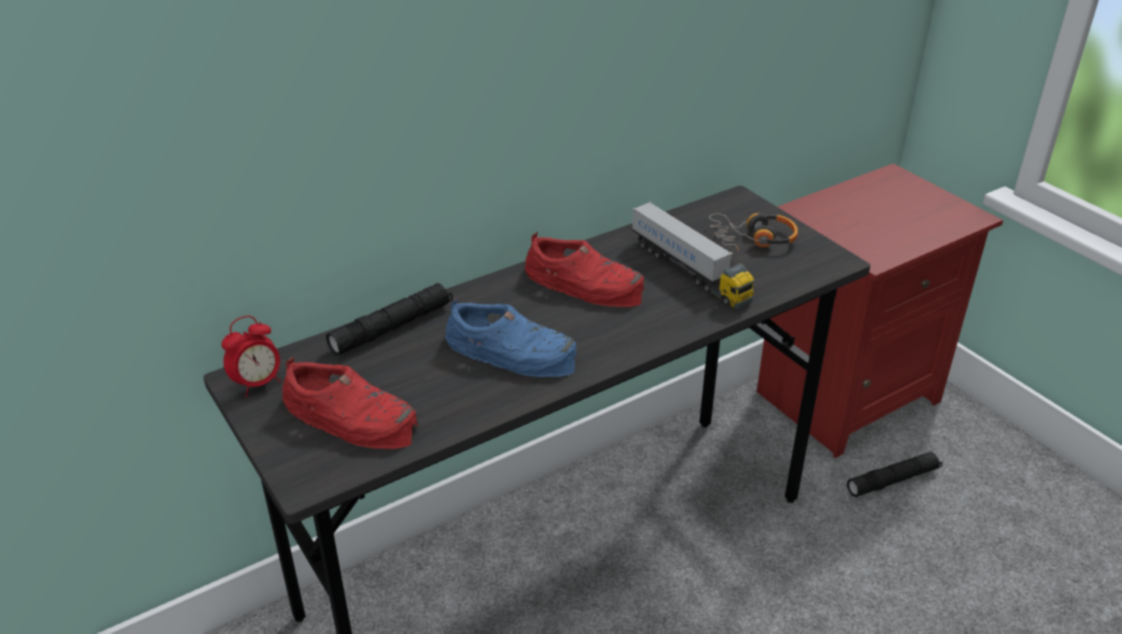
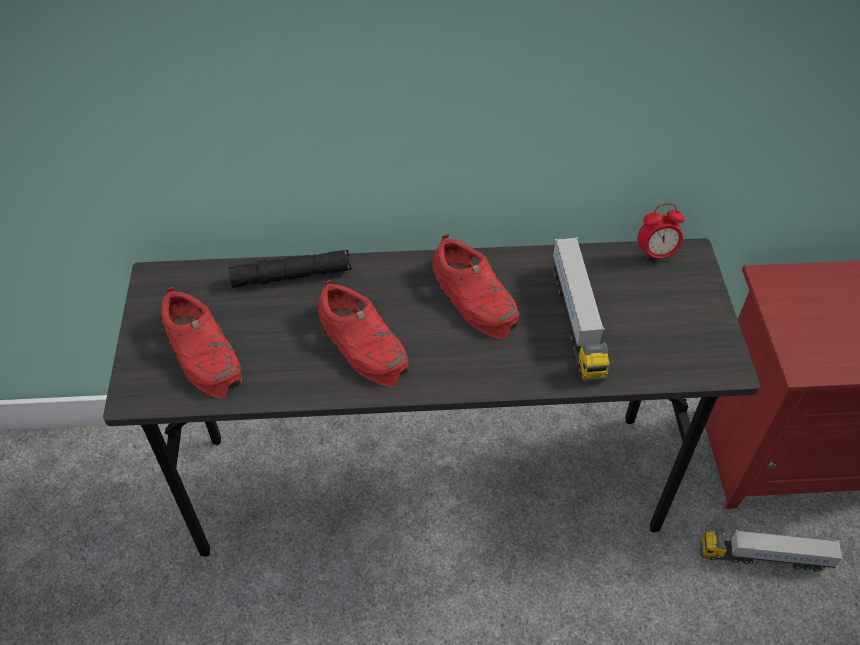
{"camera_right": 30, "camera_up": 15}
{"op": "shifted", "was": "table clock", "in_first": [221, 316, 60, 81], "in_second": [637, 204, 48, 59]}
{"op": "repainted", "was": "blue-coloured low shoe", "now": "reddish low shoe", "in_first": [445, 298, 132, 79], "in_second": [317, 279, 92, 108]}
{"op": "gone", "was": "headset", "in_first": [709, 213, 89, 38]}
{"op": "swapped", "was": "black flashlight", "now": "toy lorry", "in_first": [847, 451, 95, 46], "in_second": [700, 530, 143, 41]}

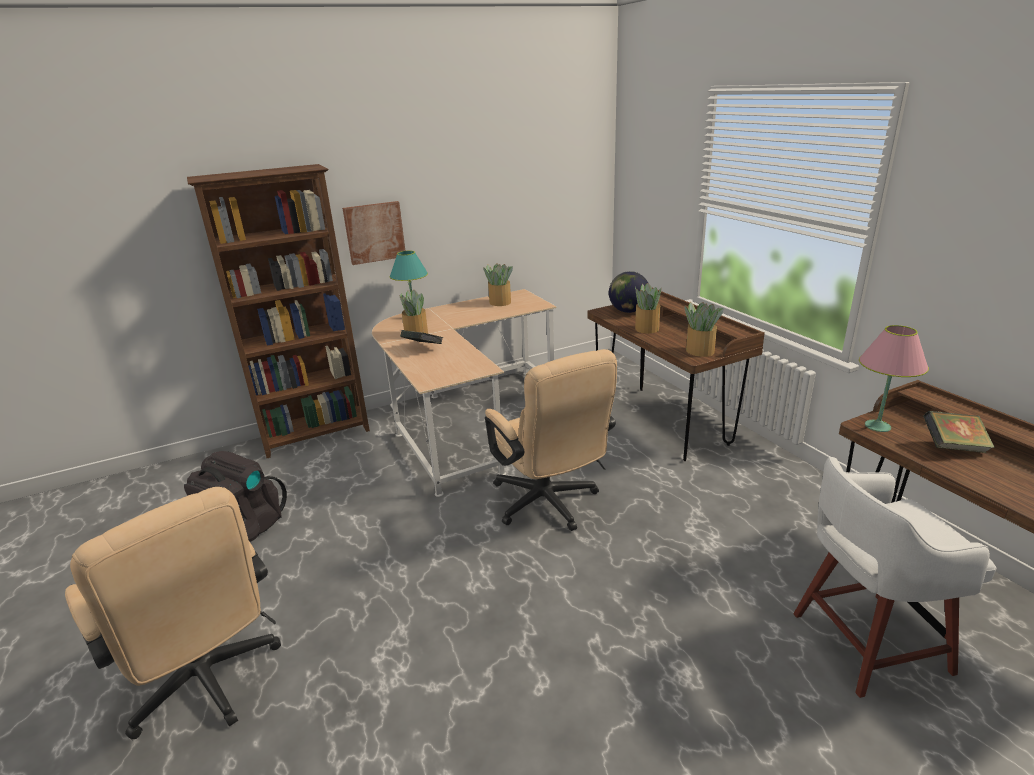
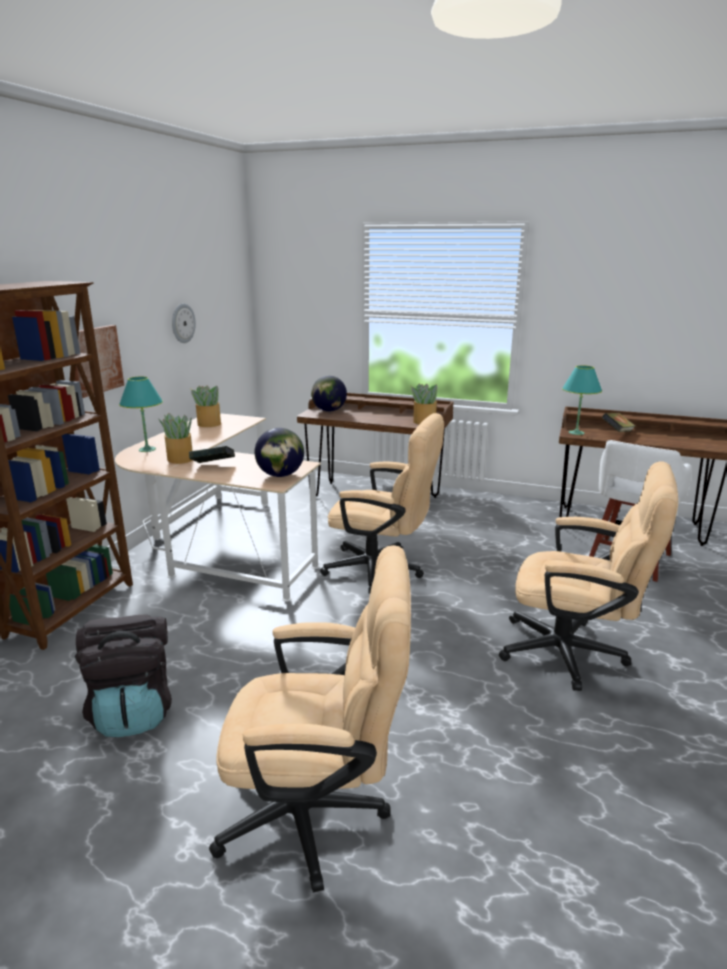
{"camera_right": -45, "camera_up": -5}
{"op": "gone", "was": "houseplant", "in_first": [635, 283, 26, 51]}
{"op": "repainted", "was": "pink-coloured tabletop lamp", "now": "turquoise tabletop lamp", "in_first": [859, 325, 70, 107], "in_second": [562, 365, 40, 70]}
{"op": "new", "now": "wall clock", "in_second": [172, 303, 24, 40]}
{"op": "new", "now": "desk globe", "in_second": [255, 428, 49, 49]}
{"op": "new", "now": "sand-coloured computer chair", "in_second": [499, 461, 179, 230]}

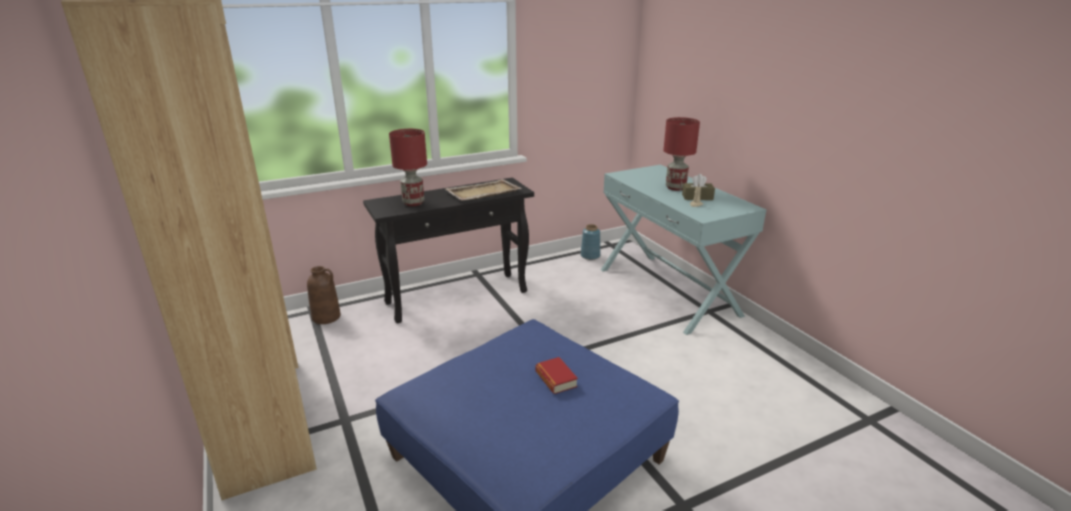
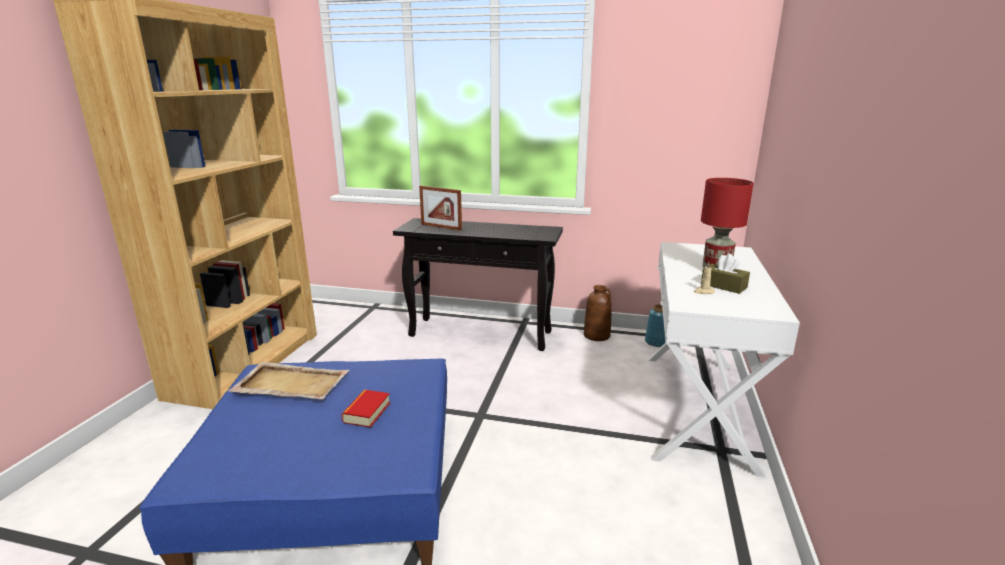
{"camera_right": 40, "camera_up": -5}
{"op": "shifted", "was": "brownish flower vase", "in_first": [307, 266, 34, 58], "in_second": [584, 285, 28, 56]}
{"op": "swapped", "was": "reddish tabletop lamp", "now": "standing frame", "in_first": [389, 129, 38, 77], "in_second": [419, 186, 43, 45]}
{"op": "shifted", "was": "sand-coloured tray", "in_first": [446, 179, 76, 22], "in_second": [228, 362, 121, 37]}
{"op": "repainted", "was": "turquoise console table", "now": "white-coloured console table", "in_first": [601, 165, 165, 170], "in_second": [649, 242, 151, 235]}

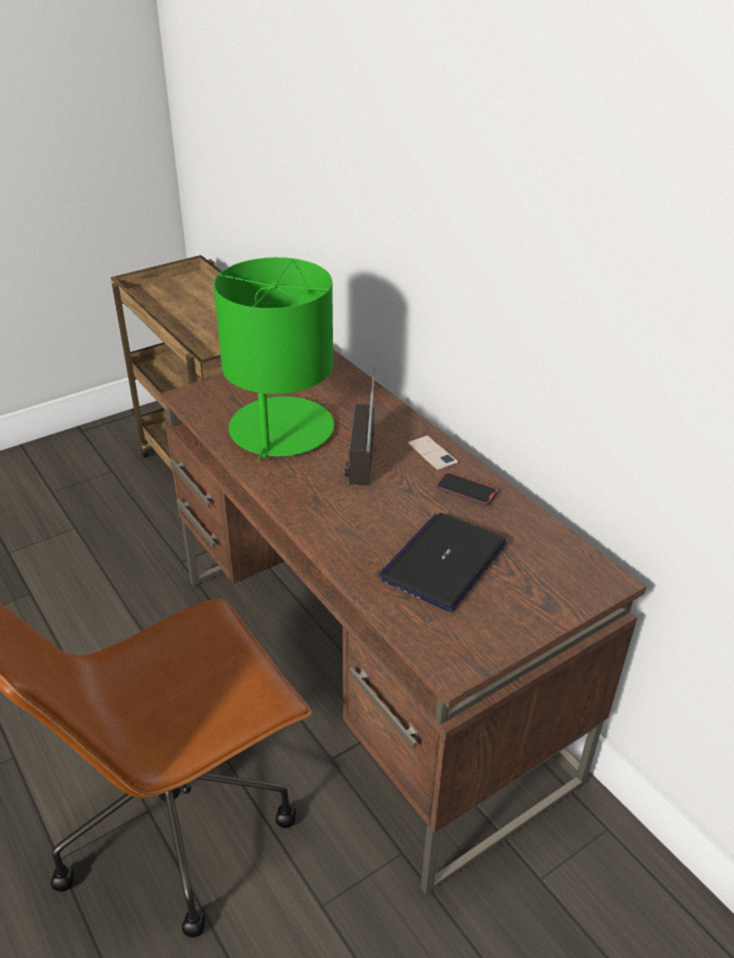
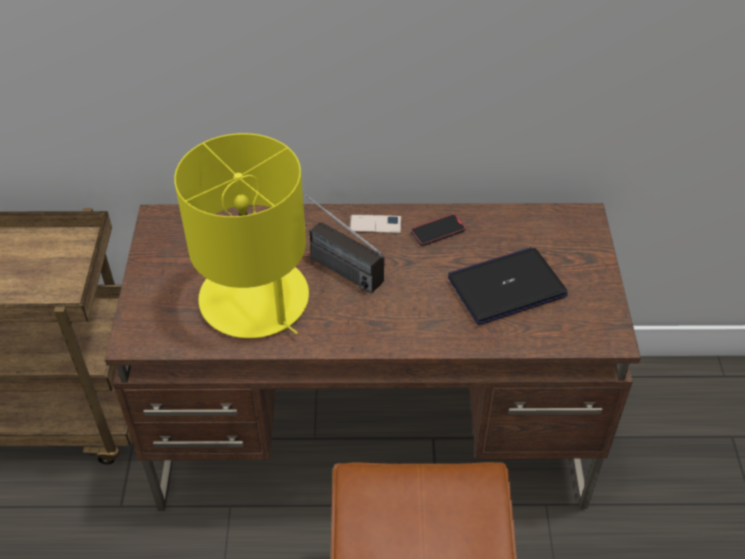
{"camera_right": -55, "camera_up": 10}
{"op": "repainted", "was": "green tabletop lamp", "now": "yellow tabletop lamp", "in_first": [214, 257, 120, 204], "in_second": [174, 133, 135, 205]}
{"op": "rotated", "was": "portable computer", "in_first": [378, 513, 129, 99], "in_second": [448, 247, 120, 78], "clockwise": 90}

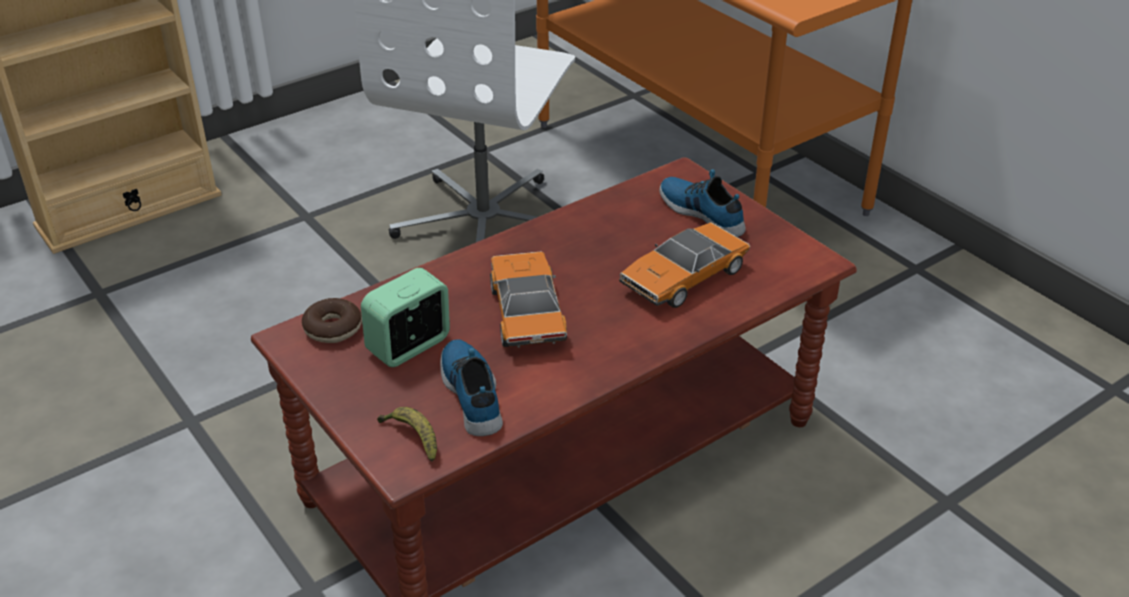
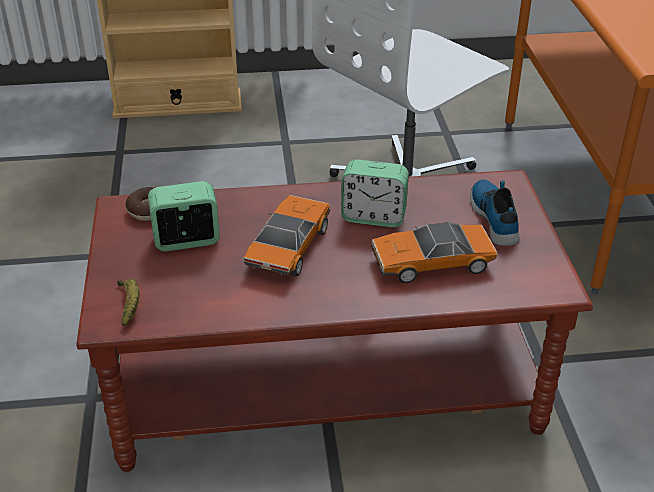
{"camera_right": 30, "camera_up": 0}
{"op": "gone", "was": "low shoe", "in_first": [440, 339, 63, 97]}
{"op": "new", "now": "table clock", "in_second": [341, 159, 68, 68]}

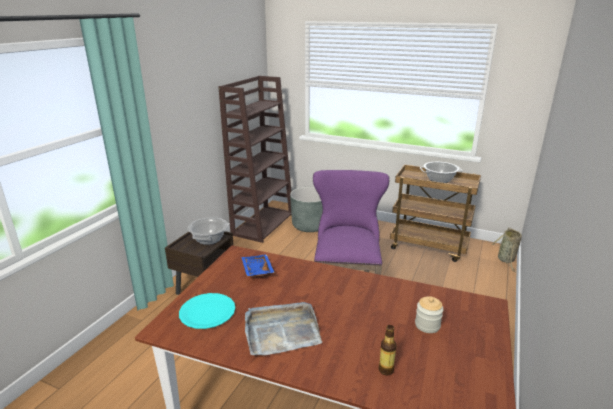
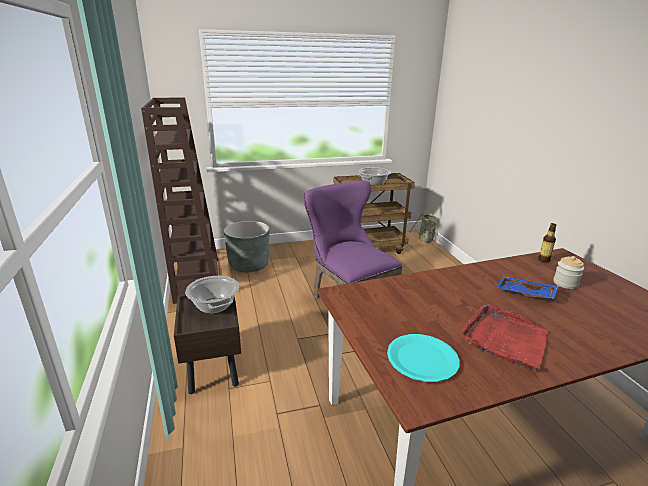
{"camera_right": -40, "camera_up": 0}
{"op": "shifted", "was": "blue-coloured tray", "in_first": [241, 254, 34, 23], "in_second": [496, 277, 63, 22]}
{"op": "repainted", "was": "gray tray", "now": "reddish tray", "in_first": [245, 302, 77, 53], "in_second": [459, 305, 89, 65]}
{"op": "shifted", "was": "beverage bottle", "in_first": [379, 325, 18, 50], "in_second": [538, 223, 18, 40]}

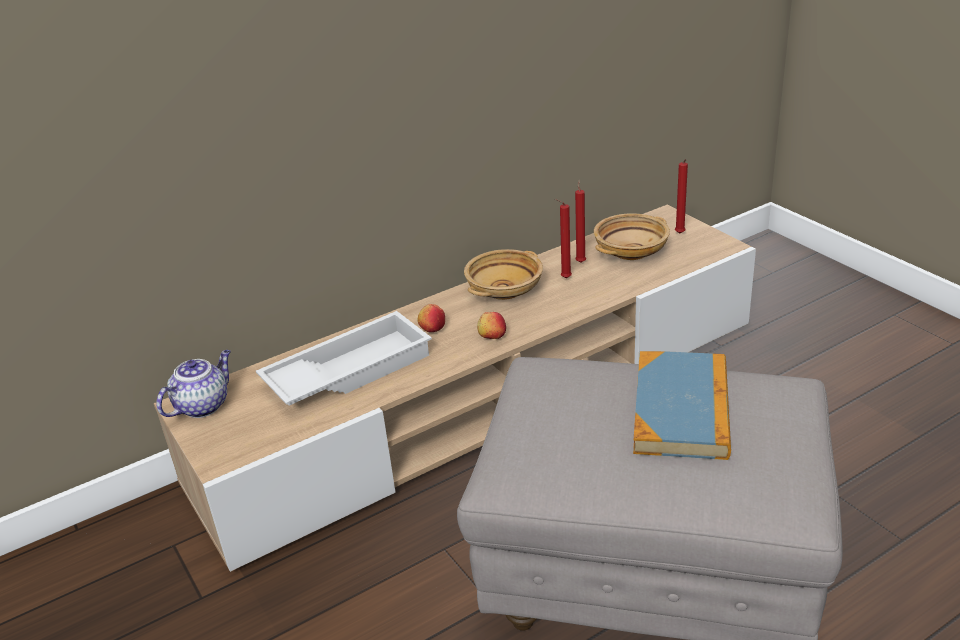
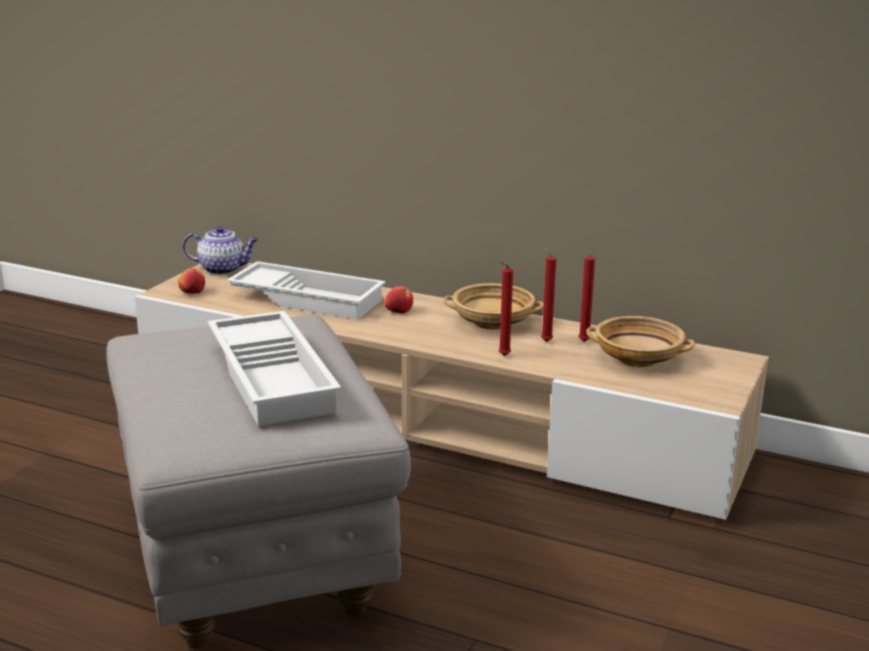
{"camera_right": 55, "camera_up": -10}
{"op": "shifted", "was": "whole apple", "in_first": [477, 312, 29, 27], "in_second": [178, 268, 27, 26]}
{"op": "swapped", "was": "book", "now": "white-coloured tray", "in_first": [633, 351, 98, 109], "in_second": [208, 311, 133, 115]}
{"op": "shifted", "was": "reddish wax light", "in_first": [675, 159, 13, 74], "in_second": [498, 262, 15, 94]}

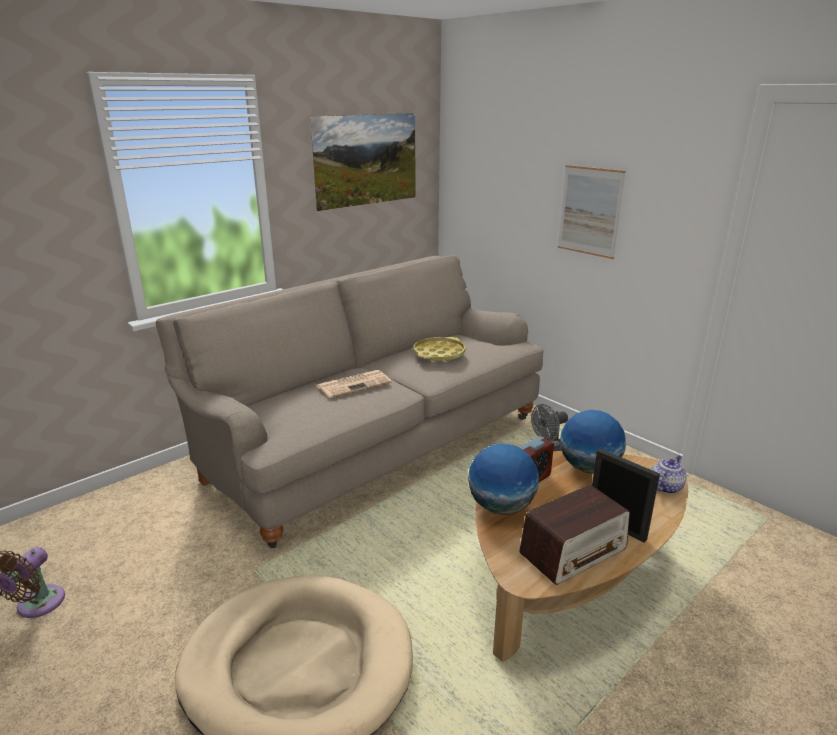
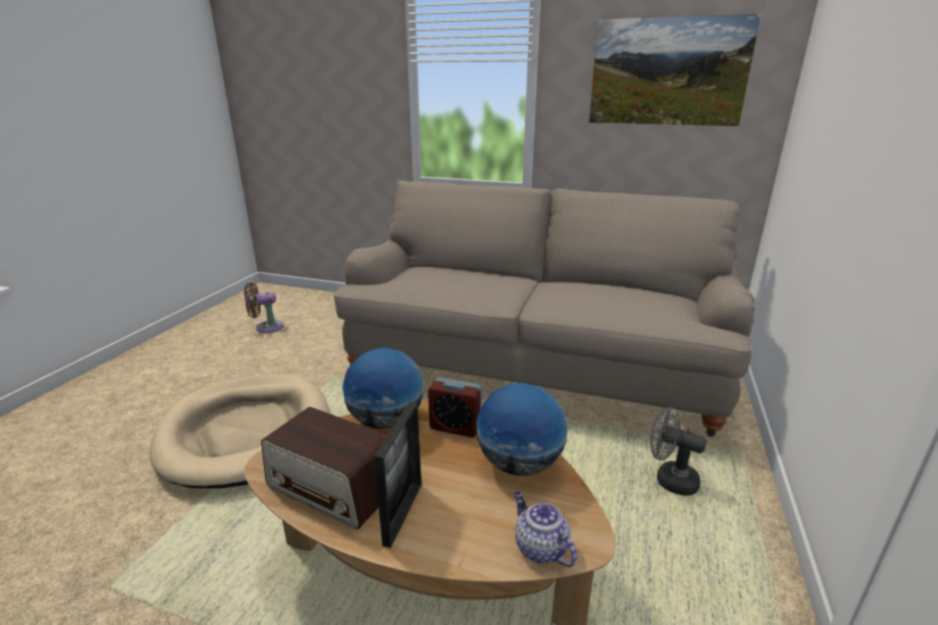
{"camera_right": 60, "camera_up": 0}
{"op": "gone", "was": "newspaper", "in_first": [317, 370, 75, 28]}
{"op": "gone", "was": "yellow tray", "in_first": [413, 337, 53, 24]}
{"op": "gone", "was": "wall picture", "in_first": [558, 165, 68, 94]}
{"op": "rotated", "was": "pot for tea", "in_first": [651, 455, 36, 39], "in_second": [514, 491, 63, 76], "clockwise": -135}

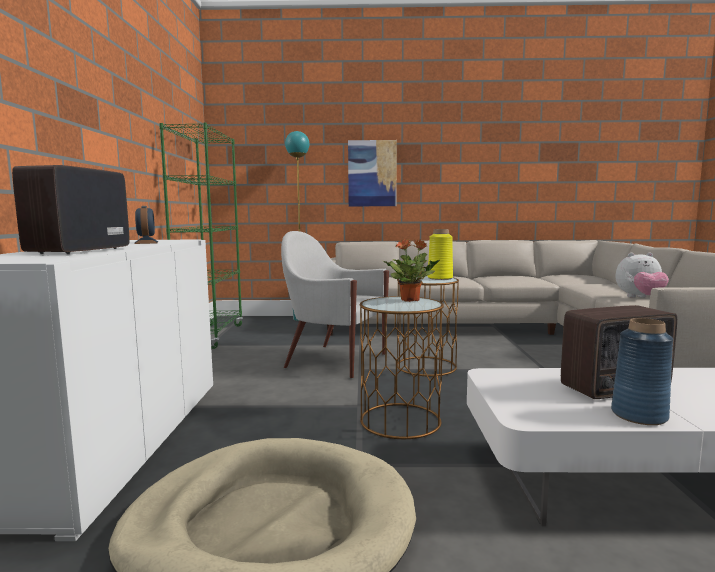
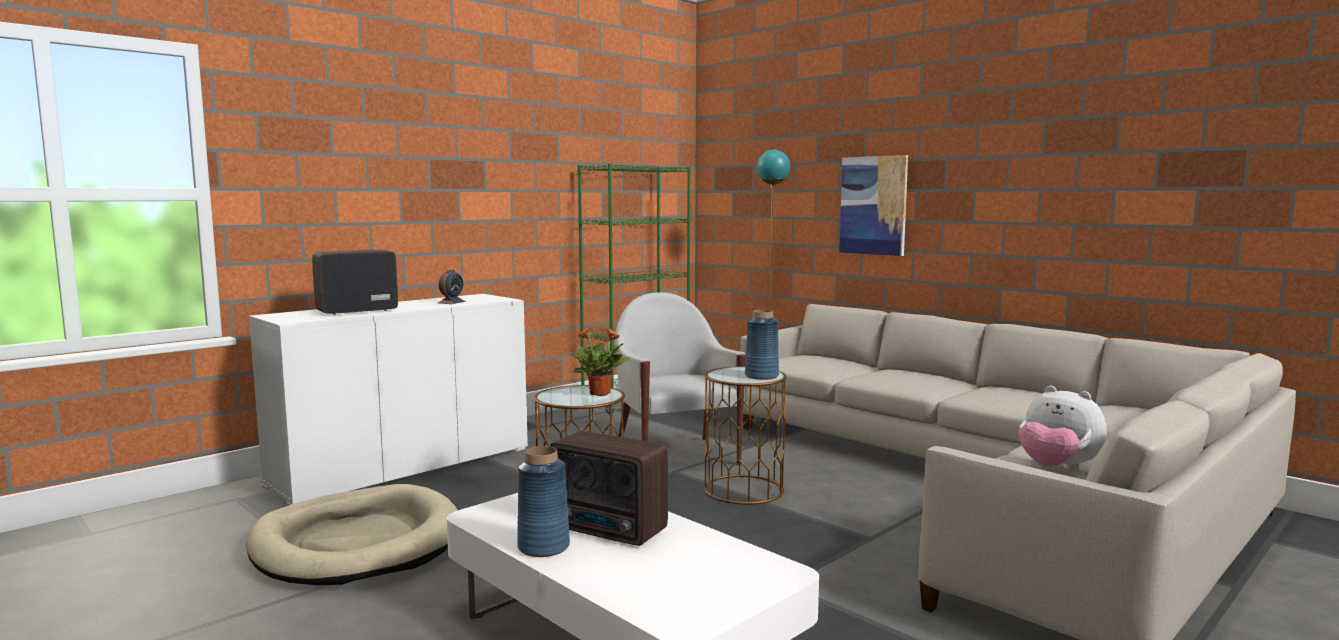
{"camera_right": 45, "camera_up": 0}
{"op": "repainted", "was": "yellow flower vase", "now": "blue-coloured flower vase", "in_first": [428, 229, 25, 51], "in_second": [745, 310, 34, 70]}

